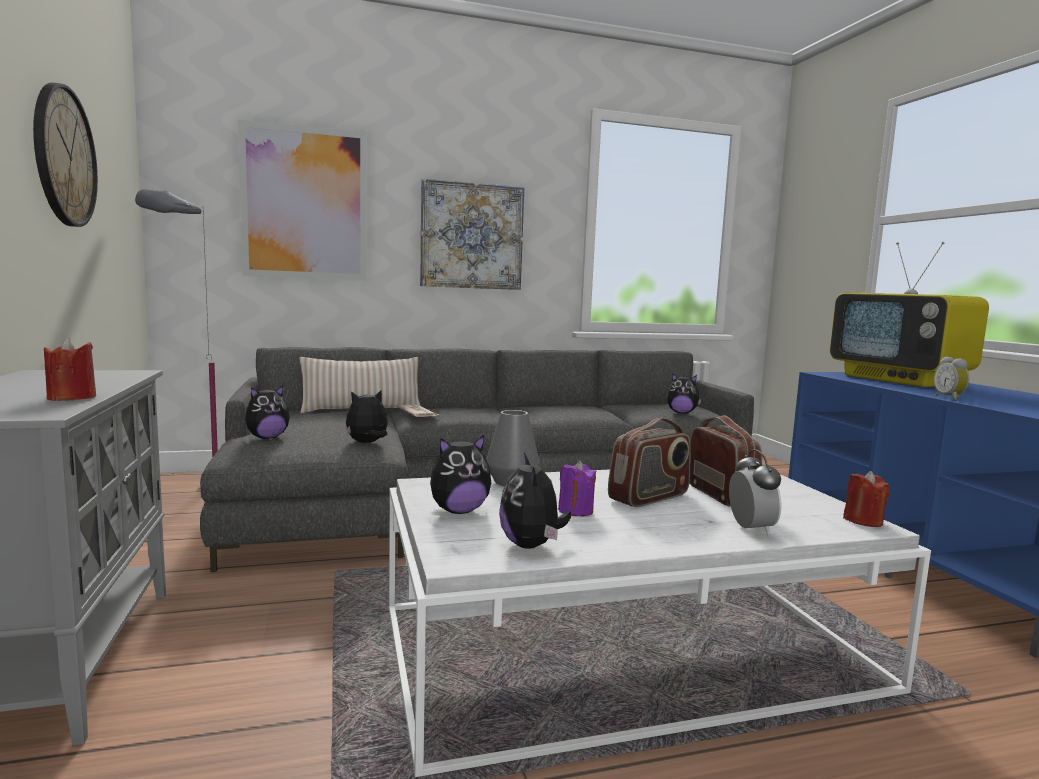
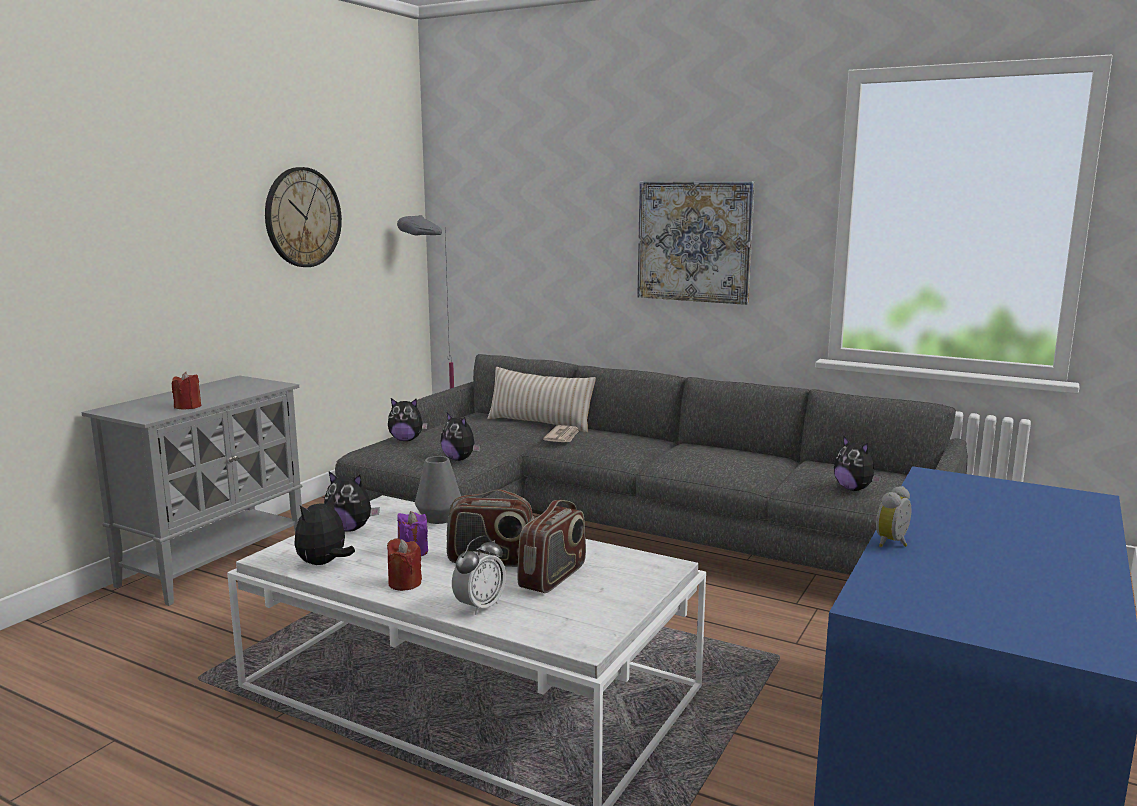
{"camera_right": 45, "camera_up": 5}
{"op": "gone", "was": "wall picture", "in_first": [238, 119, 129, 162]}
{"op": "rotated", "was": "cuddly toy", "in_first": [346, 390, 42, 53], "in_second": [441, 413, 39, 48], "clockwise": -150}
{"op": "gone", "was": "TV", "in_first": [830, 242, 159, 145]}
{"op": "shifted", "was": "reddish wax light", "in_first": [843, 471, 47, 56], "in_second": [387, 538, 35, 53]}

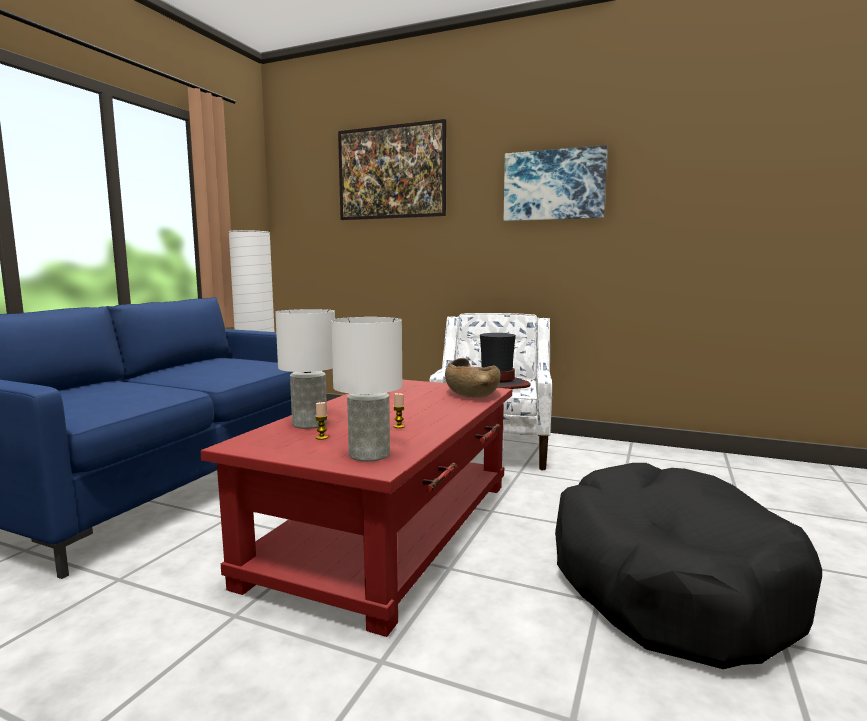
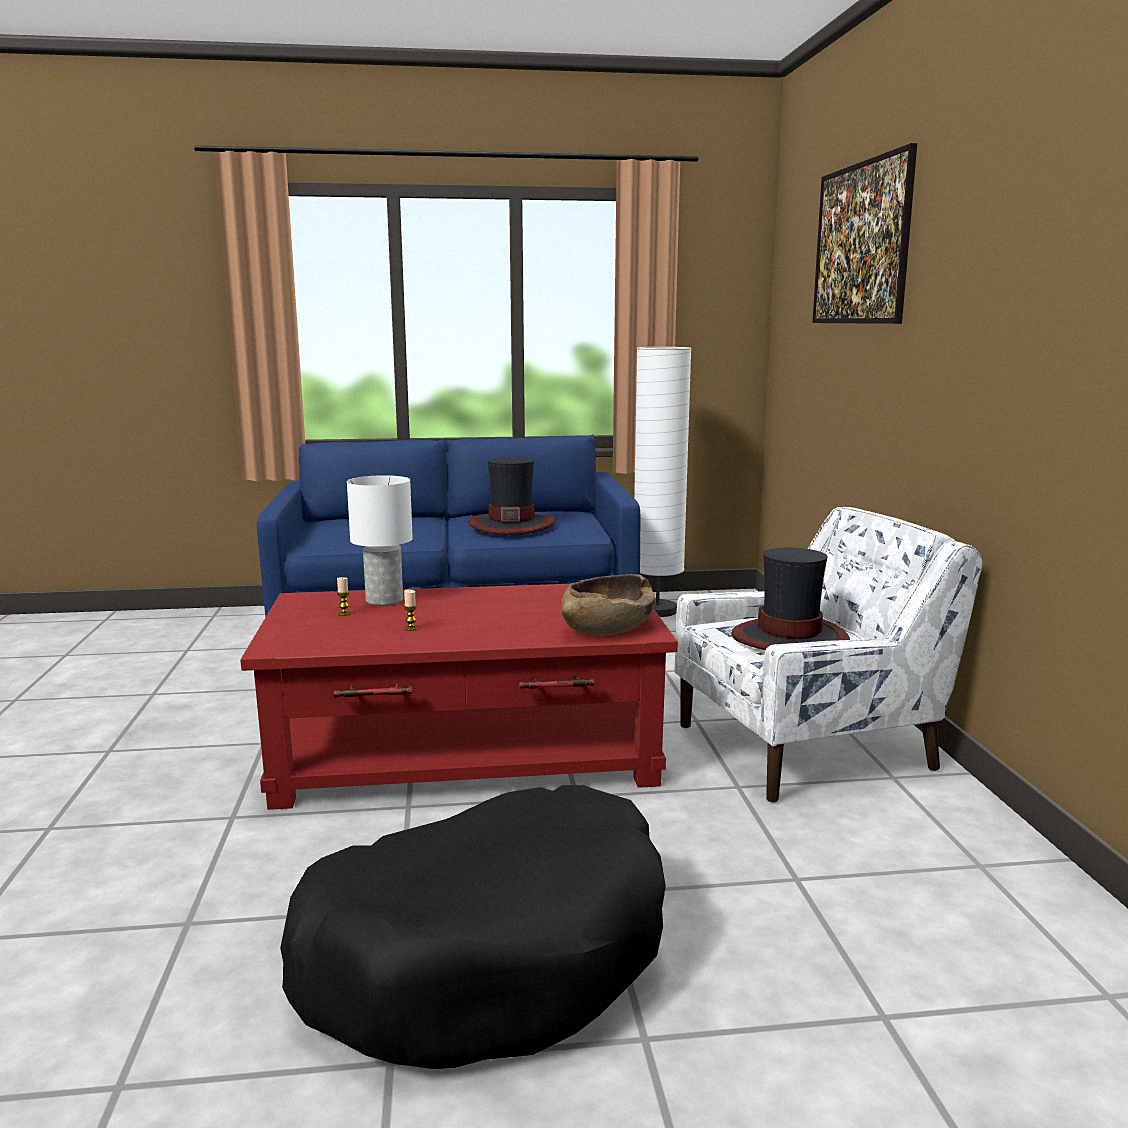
{"camera_right": 60, "camera_up": 5}
{"op": "gone", "was": "white-coloured tabletop lamp", "in_first": [331, 317, 71, 145]}
{"op": "gone", "was": "wall picture", "in_first": [504, 145, 104, 76]}
{"op": "new", "now": "hat", "in_second": [468, 457, 87, 78]}

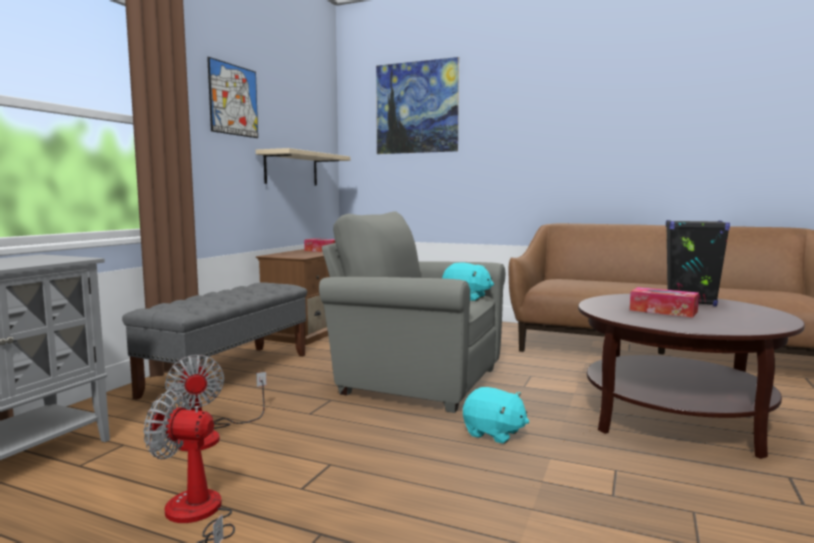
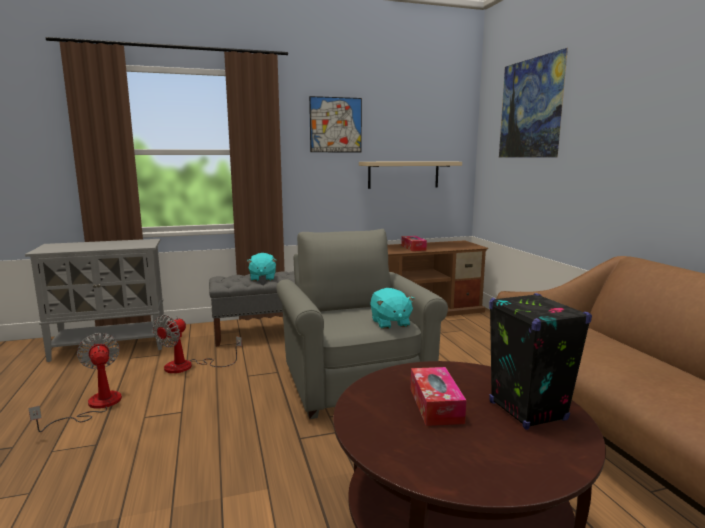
{"camera_right": 50, "camera_up": 5}
{"op": "shifted", "was": "turquoise cuddly toy", "in_first": [463, 387, 66, 57], "in_second": [247, 253, 29, 28]}

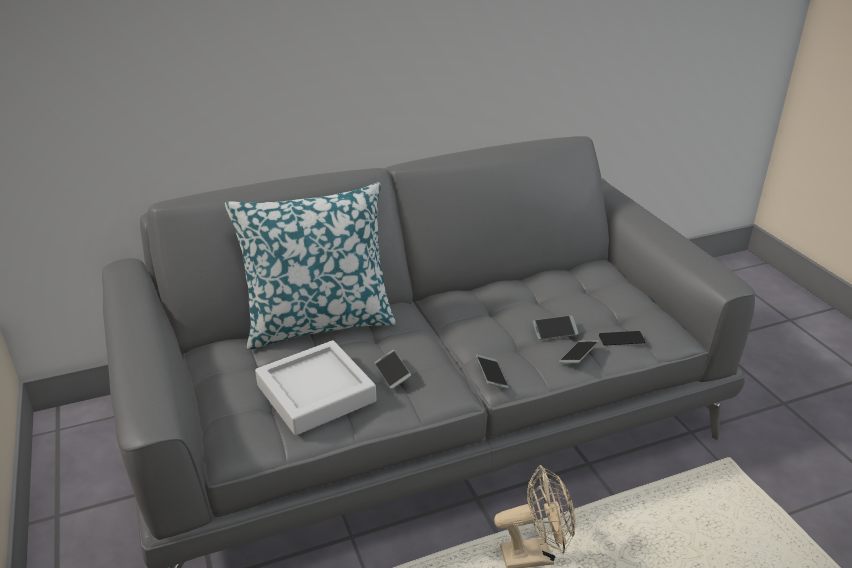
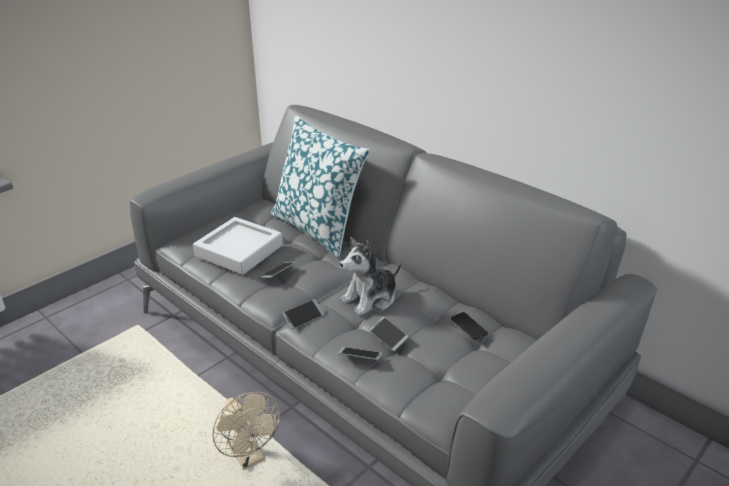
{"camera_right": 65, "camera_up": 0}
{"op": "shifted", "was": "handset", "in_first": [599, 331, 47, 14], "in_second": [451, 312, 37, 28]}
{"op": "new", "now": "cuddly toy", "in_second": [340, 237, 61, 79]}

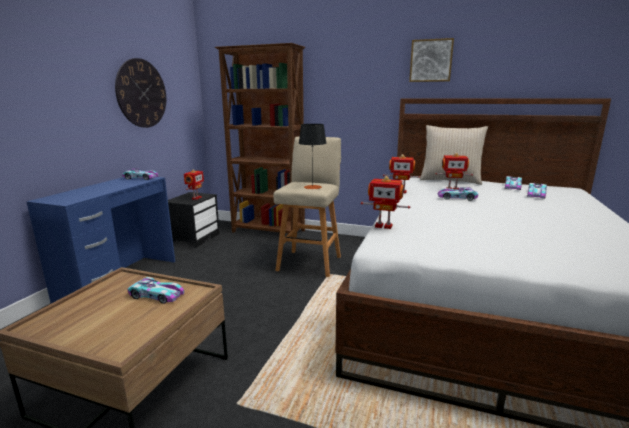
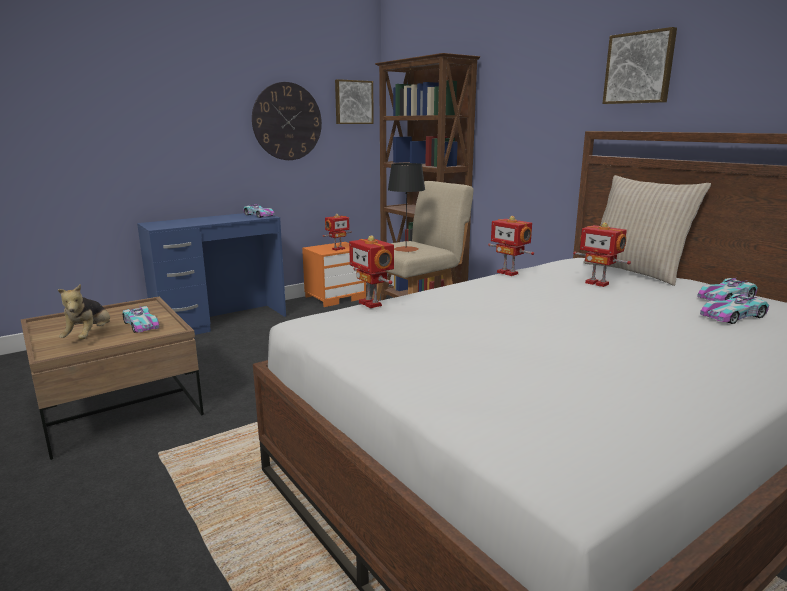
{"camera_right": 35, "camera_up": 0}
{"op": "repainted", "was": "black nightstand", "now": "orangey nightstand", "in_first": [168, 192, 52, 56], "in_second": [302, 242, 64, 65]}
{"op": "gone", "was": "toy car", "in_first": [437, 187, 41, 14]}
{"op": "new", "now": "cuddly toy", "in_second": [58, 284, 52, 55]}
{"op": "new", "now": "wall picture", "in_second": [335, 79, 39, 45]}

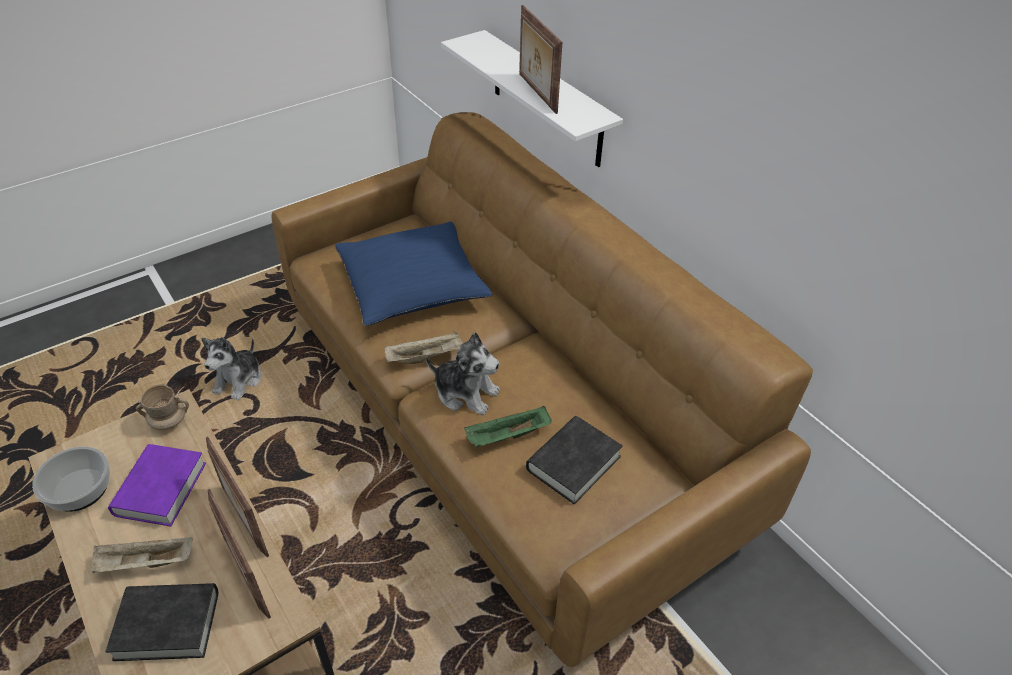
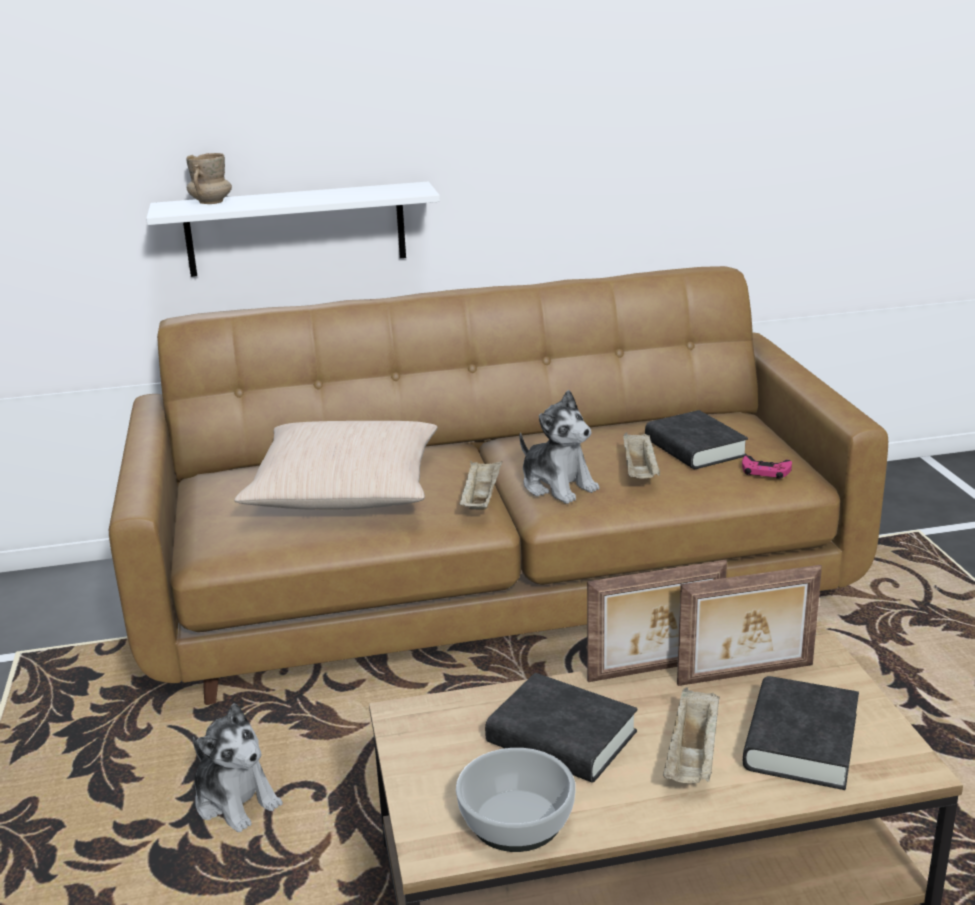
{"camera_right": -65, "camera_up": -20}
{"op": "repainted", "was": "purple-coloured book", "now": "black book", "in_first": [108, 444, 98, 83], "in_second": [485, 673, 153, 109]}
{"op": "shifted", "was": "sand-coloured mug", "in_first": [136, 384, 53, 46], "in_second": [186, 153, 46, 51]}
{"op": "repainted", "was": "blue-coloured throw pillow", "now": "sand-coloured throw pillow", "in_first": [335, 221, 158, 105], "in_second": [234, 421, 204, 89]}
{"op": "rotated", "was": "cuddly toy", "in_first": [426, 332, 74, 83], "in_second": [520, 390, 79, 114], "clockwise": 90}
{"op": "repainted", "was": "green tray", "now": "sand-coloured tray", "in_first": [464, 406, 88, 42], "in_second": [623, 432, 37, 47]}
{"op": "gone", "was": "standing frame", "in_first": [519, 5, 43, 109]}
{"op": "new", "now": "pink-coloured joypad", "in_second": [742, 455, 50, 24]}

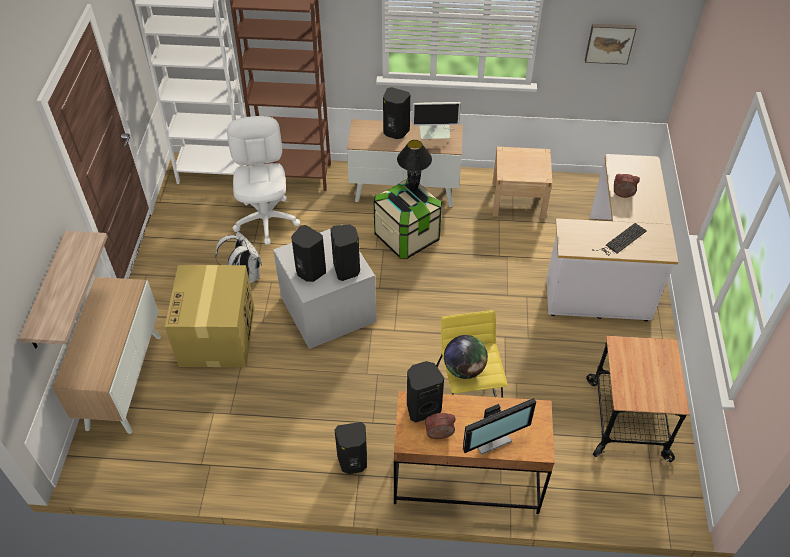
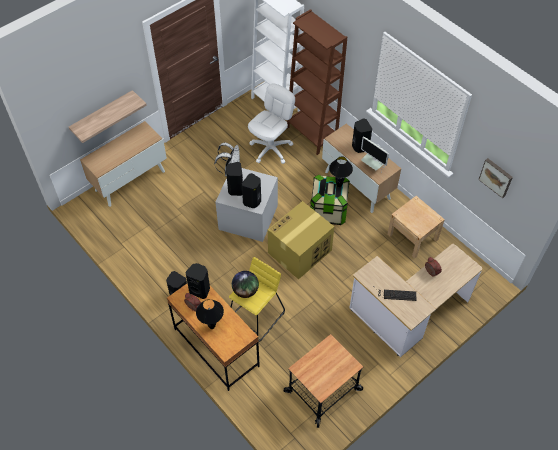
{"camera_right": 45, "camera_up": 5}
{"op": "shifted", "was": "carton", "in_first": [165, 265, 90, 102], "in_second": [268, 201, 66, 78]}
{"op": "swapped", "was": "computer screen", "now": "black tabletop lamp", "in_first": [463, 398, 73, 57], "in_second": [196, 299, 28, 30]}

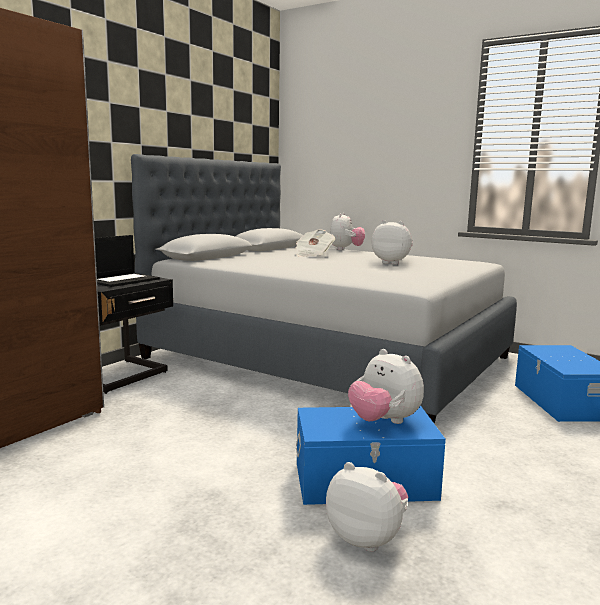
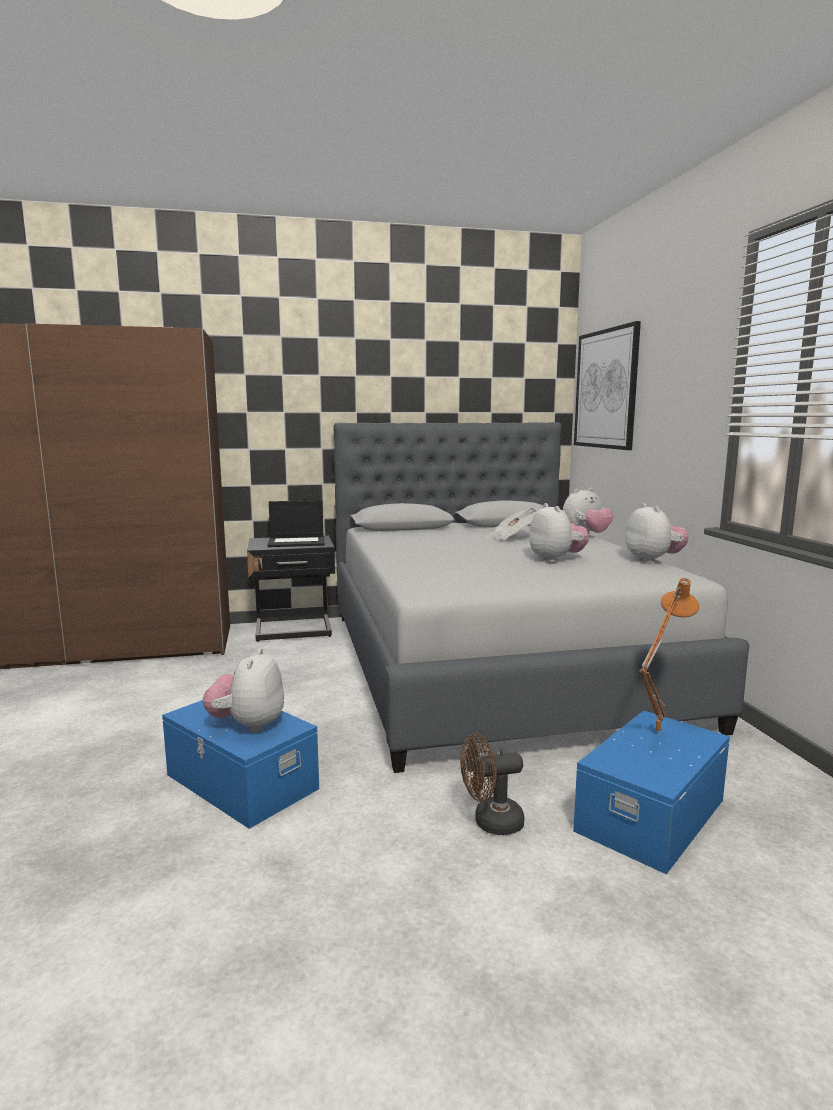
{"camera_right": 45, "camera_up": 0}
{"op": "shifted", "was": "cuddly toy", "in_first": [326, 462, 82, 90], "in_second": [625, 503, 63, 61]}
{"op": "new", "now": "brownish electric fan", "in_second": [460, 733, 65, 102]}
{"op": "new", "now": "wall picture", "in_second": [574, 321, 67, 129]}
{"op": "new", "now": "orangey tabletop lamp", "in_second": [640, 578, 59, 157]}

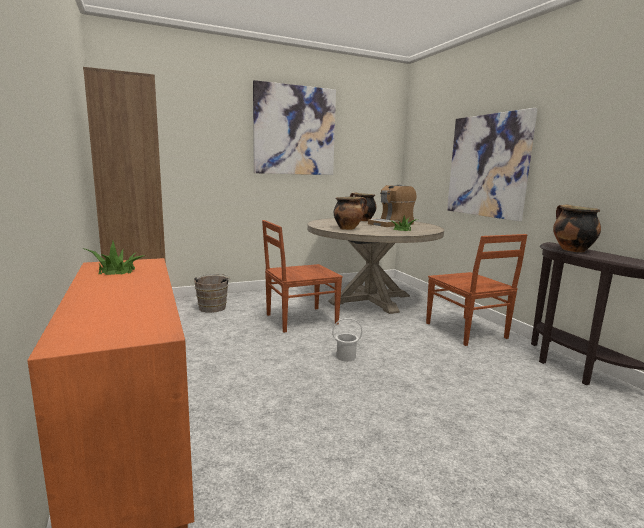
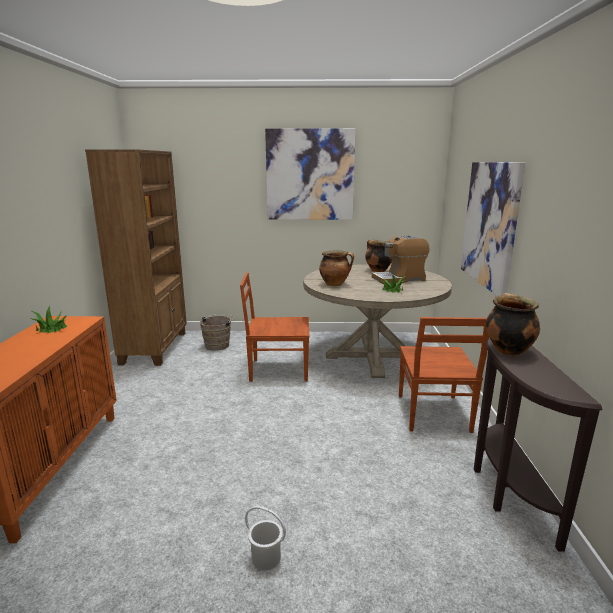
{"camera_right": 25, "camera_up": 5}
{"op": "shifted", "was": "white-coloured bucket", "in_first": [332, 318, 30, 44], "in_second": [245, 506, 41, 64]}

